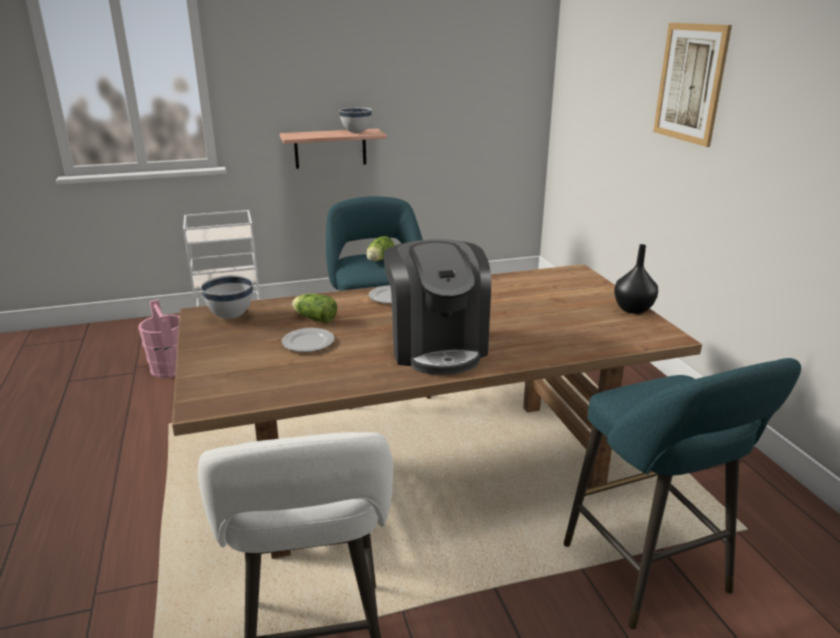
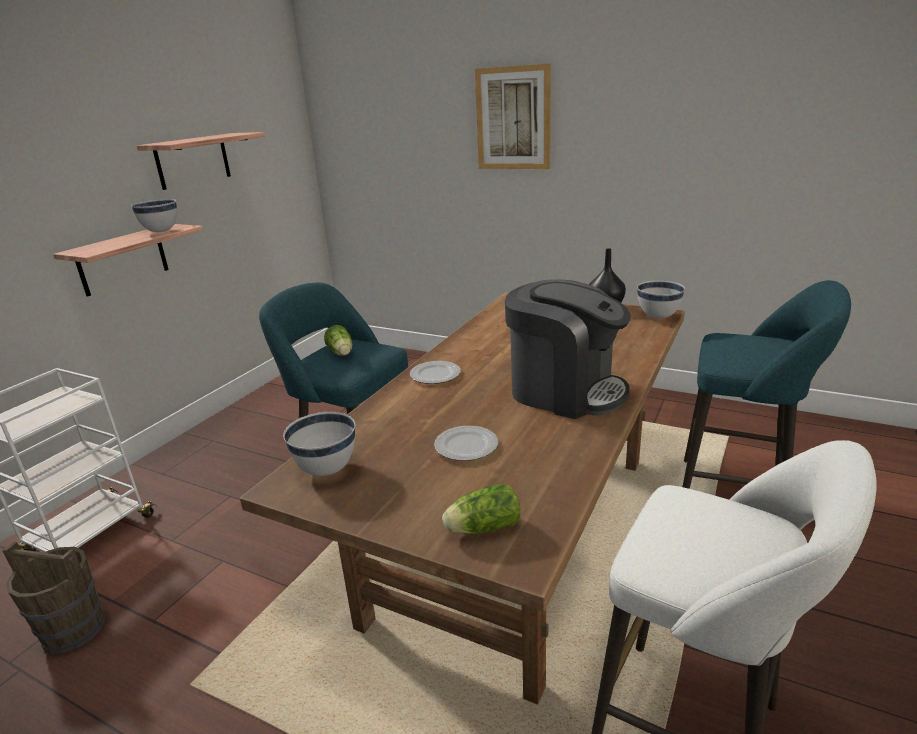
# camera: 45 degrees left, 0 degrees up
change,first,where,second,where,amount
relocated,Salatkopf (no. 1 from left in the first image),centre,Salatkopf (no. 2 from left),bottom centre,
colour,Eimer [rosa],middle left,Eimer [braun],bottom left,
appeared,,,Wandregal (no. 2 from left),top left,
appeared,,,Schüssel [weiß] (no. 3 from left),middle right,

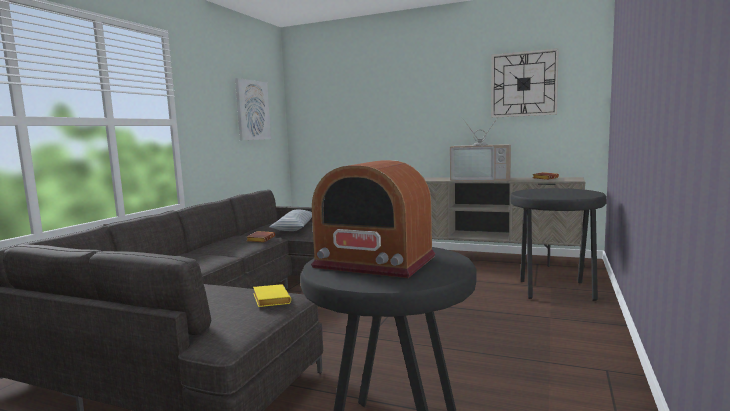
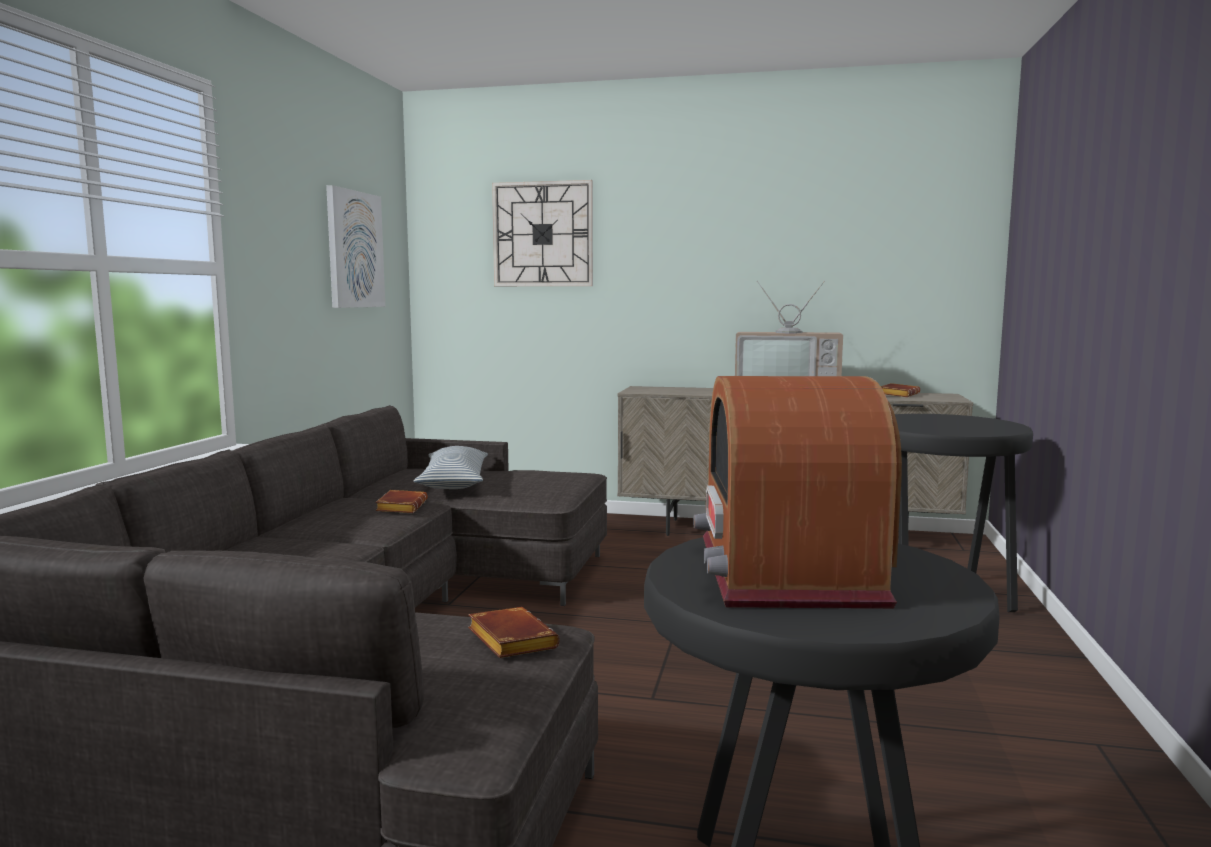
# camera: 10 degrees left, 0 degrees up
change,first,where,second,where,amount
relocated,Wanduhr,top right,,top centre,
spun,Radio,centre,,centre,75 degrees clockwise
colour,Buch [gelb],bottom centre,Buch [braun] (no. 2 from left),bottom centre,

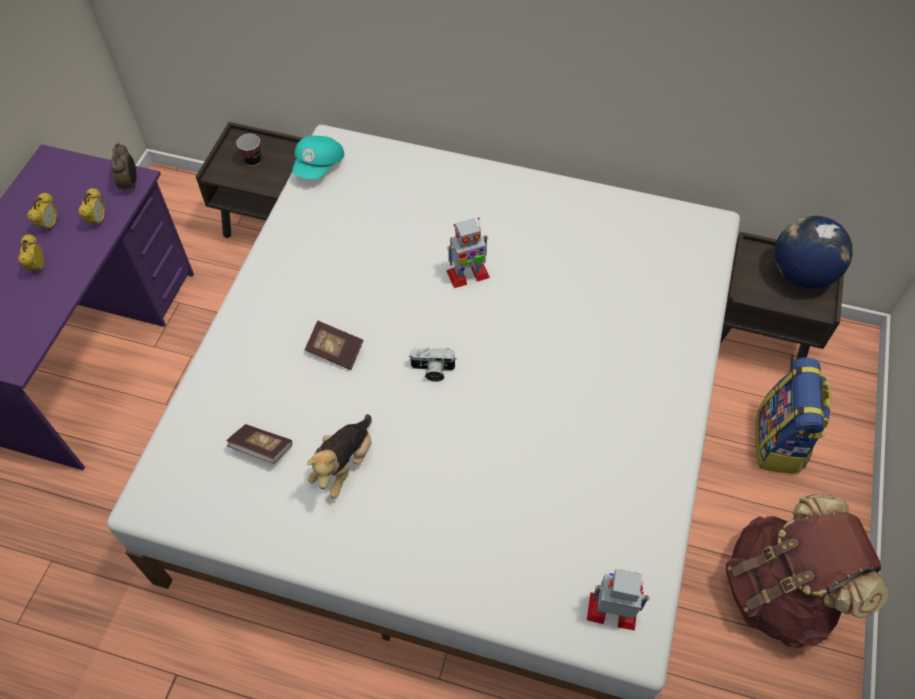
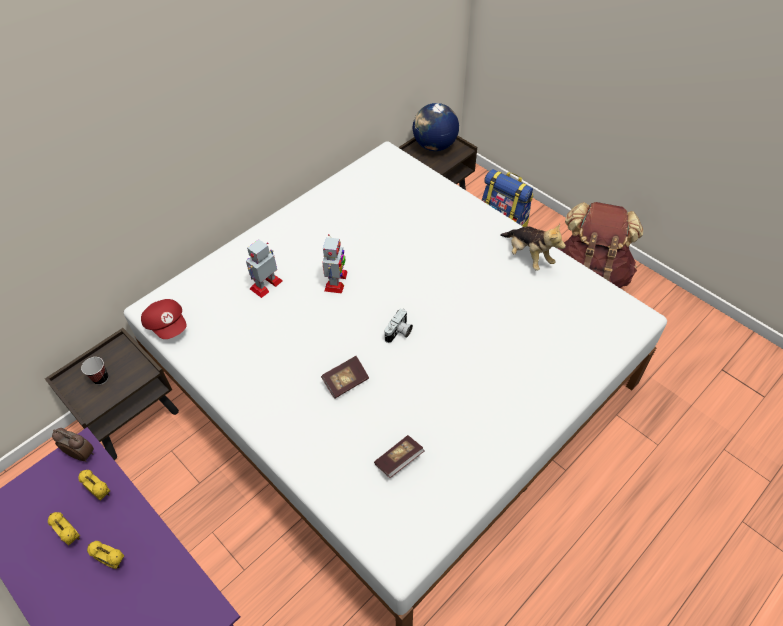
# camera: 60 degrees left, 5 degrees down
change,first,where,second,where,amount
colour,Kappe [türkis],top centre,Kappe [rot],middle left,
relocated,Plüschtier,centre,,middle right,
relocated,Spielzeugroboter (no. 2 from left in the first image),bottom right,Spielzeugroboter (no. 1 from left),centre,

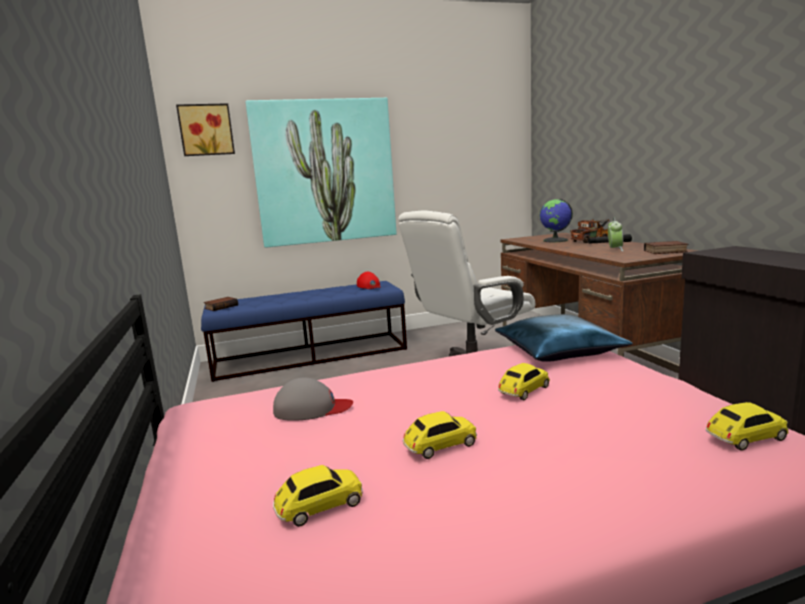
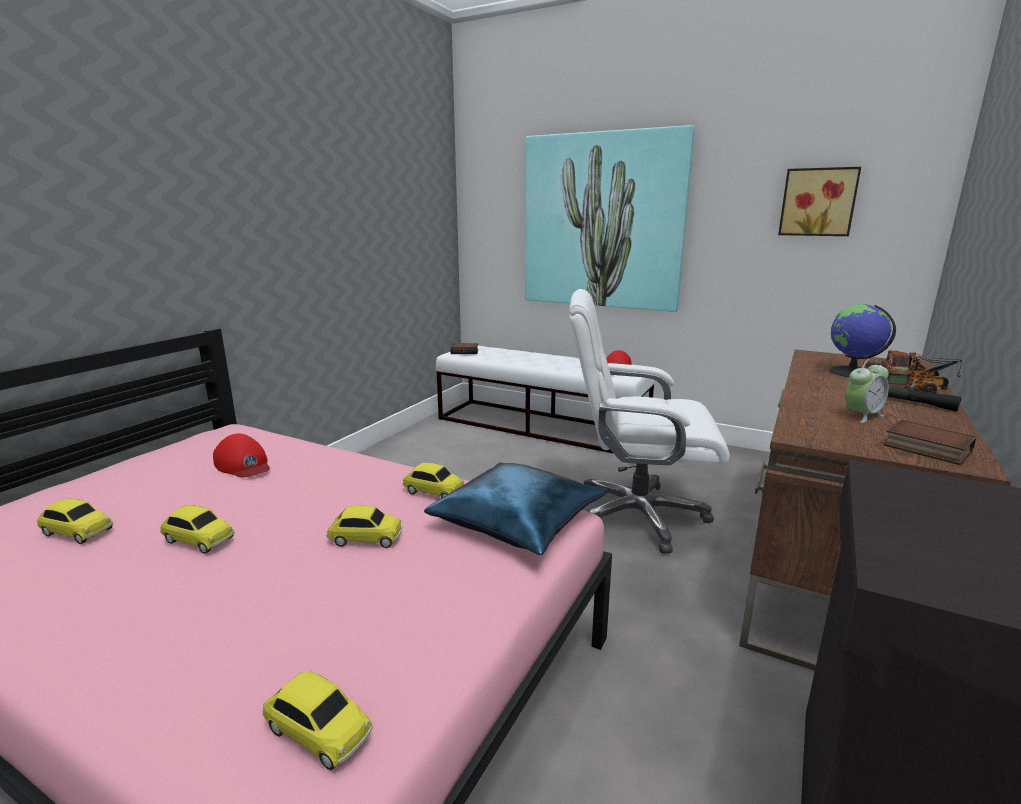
# camera: 45 degrees right, 5 degrees up
change,first,where,second,where,amount
relocated,Bild (no. 1 from left in the first image),top left,Bild (no. 2 from left),top right,
colour,Bank [blau],centre,Bank [weiß],centre,
colour,Kappe [grau],centre,Kappe [rot] (no. 1 from left),middle left,
appeared,,,Spielzeugauto (no. 5 from left),centre,

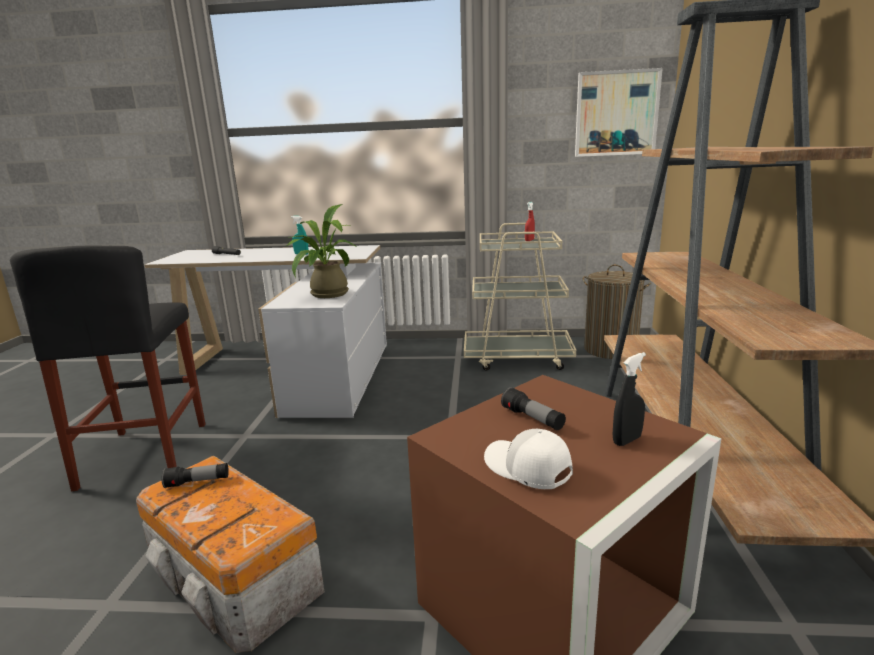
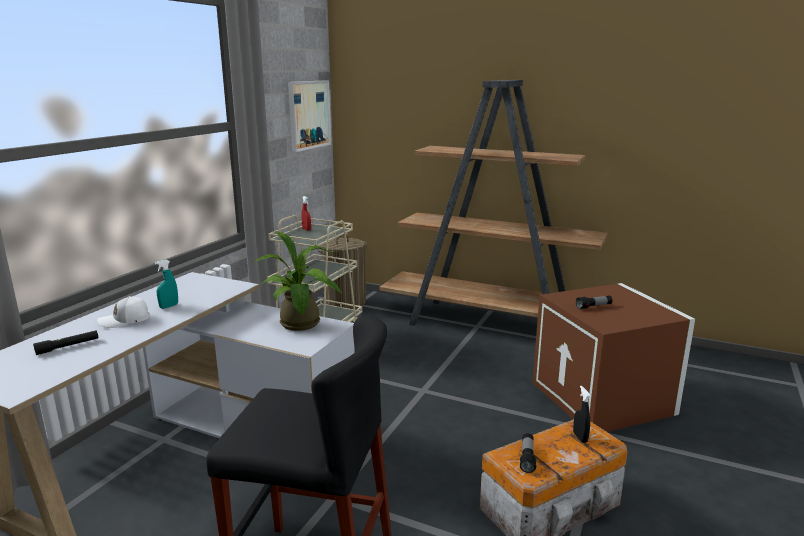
# camera: 70 degrees left, 0 degrees up
change,first,where,second,where,amount
relocated,Sprühflasche [schwarz],middle right,,bottom right,
relocated,Kappe [weiß],bottom centre,,middle left,

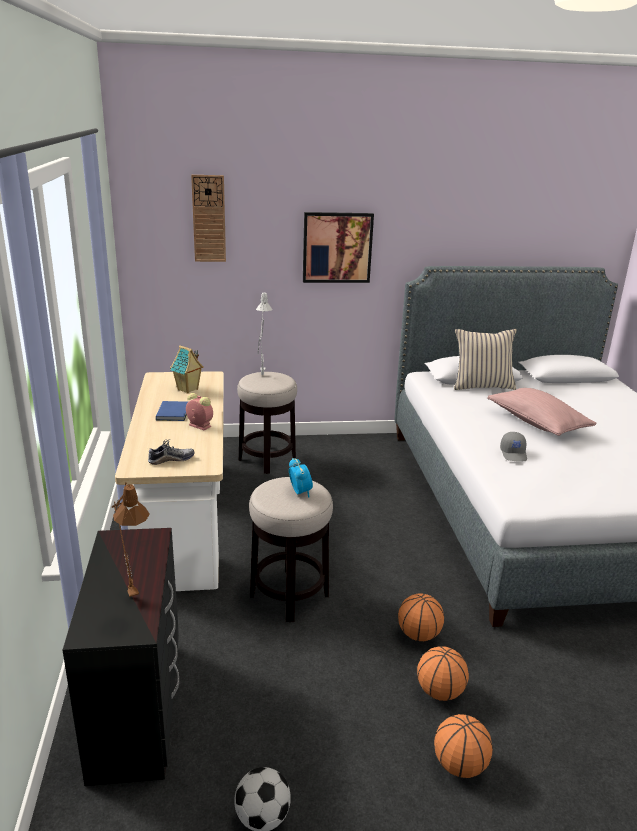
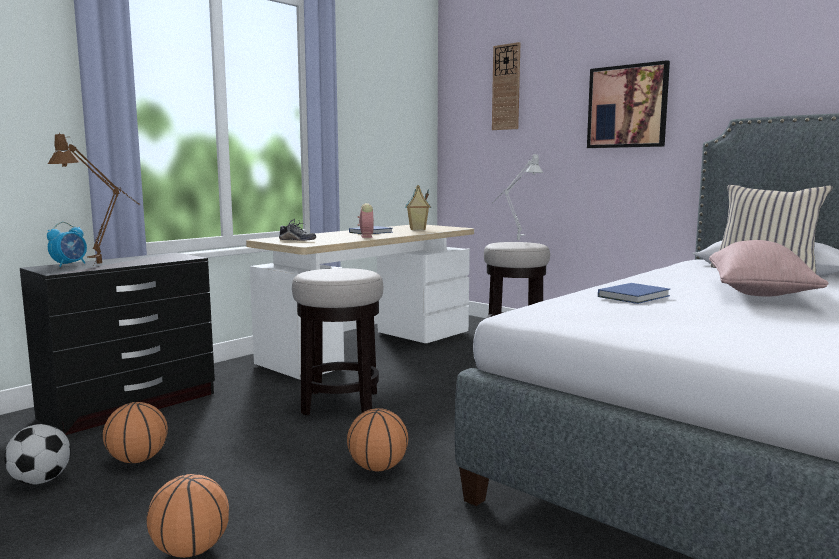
# camera: 50 degrees right, 15 degrees down
change,first,where,second,where,amount
exchanged,Kappe [grau],middle right,Buch [blau] (no. 2 from left),middle right,
relocated,Wecker (no. 2 from left in the first image),centre,Wecker (no. 1 from left),middle left,
relocated,Basketball (no. 2 from left in the first image),bottom right,Basketball (no. 1 from left),bottom left,

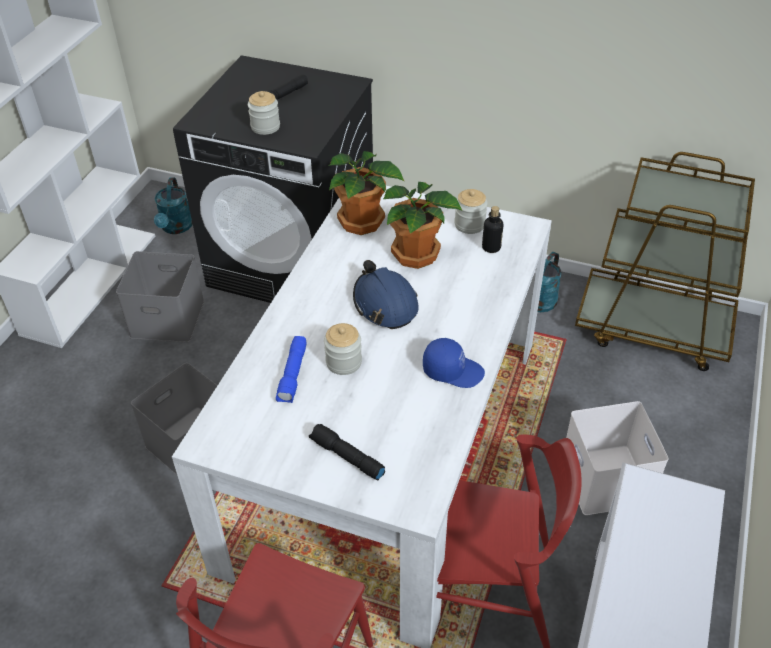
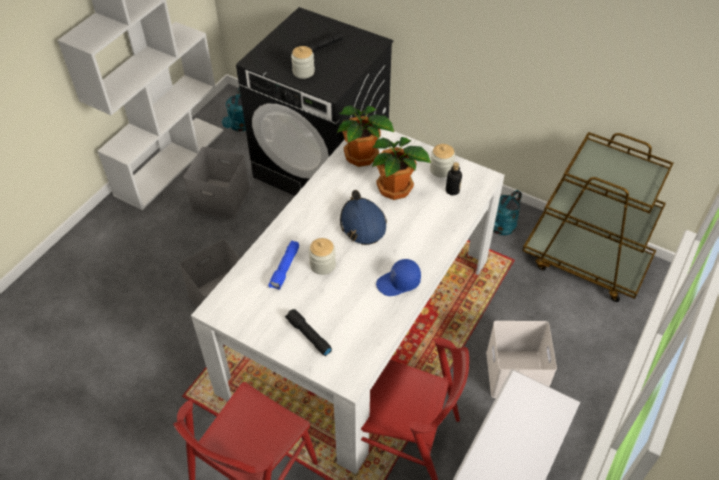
# camera: 10 degrees right, 5 degrees up
change,first,where,second,where,amount
spun,Kappe [blau],centre,,centre,135 degrees clockwise

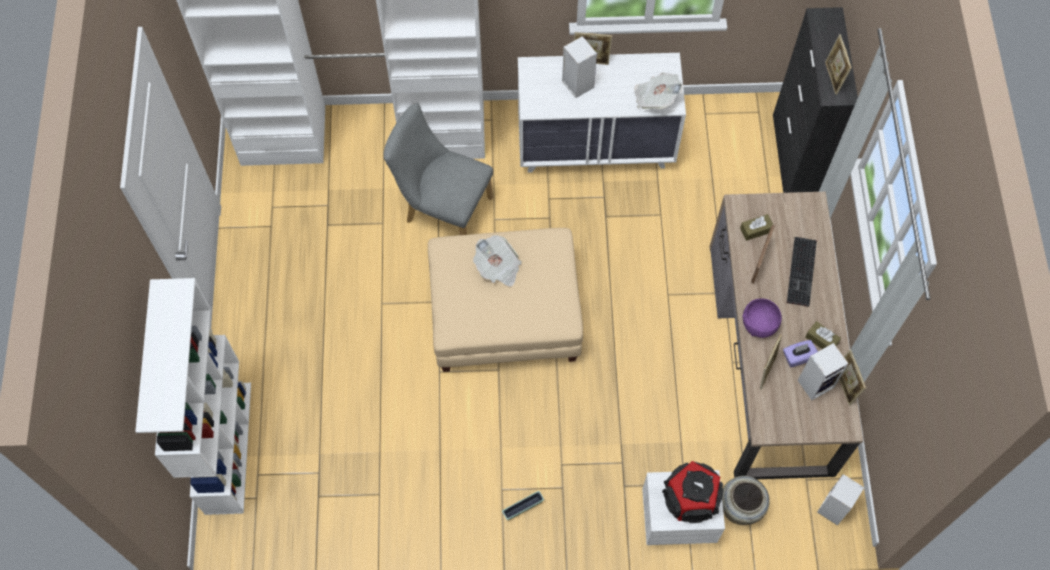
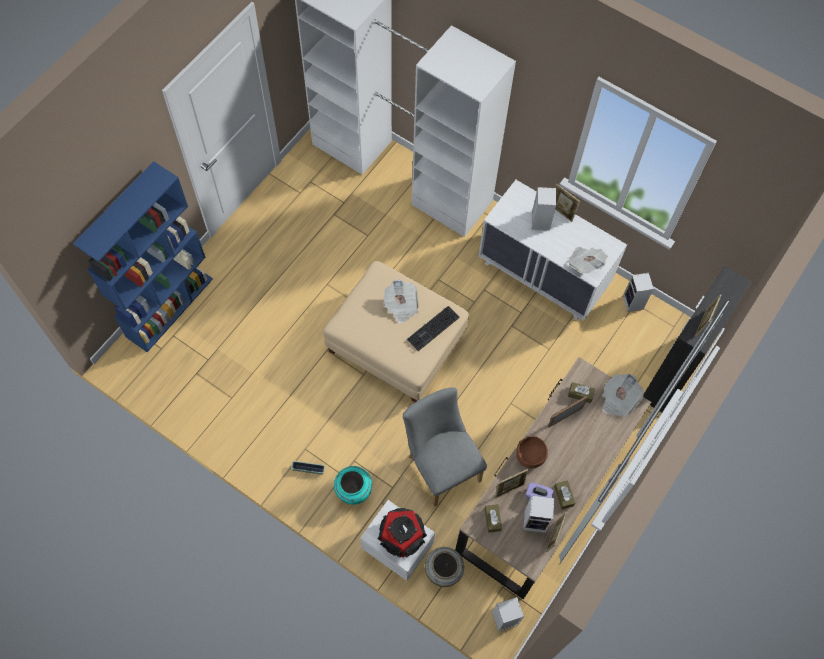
# camera: 35 degrees right, 0 degrees up
change,first,where,second,where,amount
relocated,Stuhl [grau],top centre,,bottom centre,
relocated,Tastatur,middle right,,centre,
colour,Bücherregal [weiß],bottom left,Bücherregal [blau],middle left,
colour,Schüssel [lila],middle right,Schüssel [braun],bottom centre,
appeared,,,Lautsprecher (no. 5 from left),middle right,
appeared,,,Zeitung (no. 3 from left),middle right,
appeared,,,Vase [türkis],bottom centre,
appeared,,,Taschentuchbox [braun] (no. 1 from left),bottom centre,

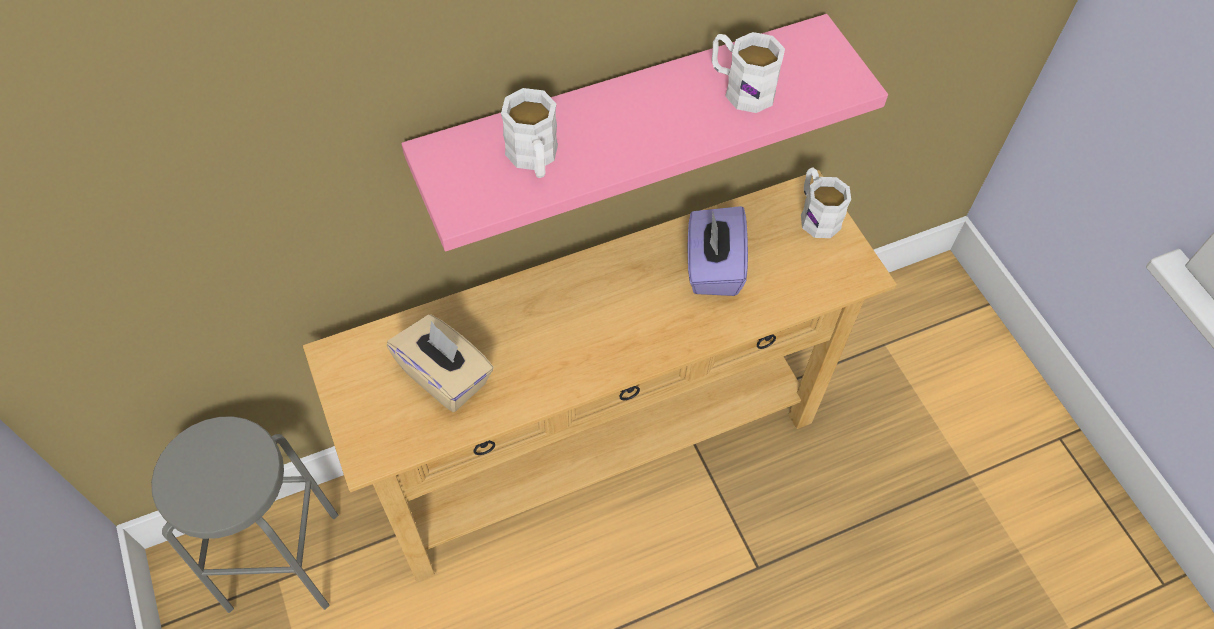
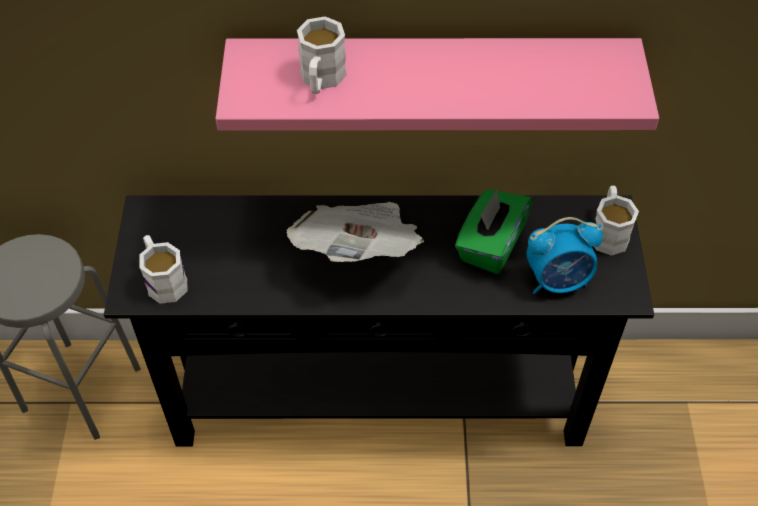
# camera: 25 degrees right, 5 degrees down
change,first,where,second,where,amount
relocated,Henkelbecher [weiß] (no. 2 from left in the first image),top centre,Henkelbecher [weiß] (no. 1 from left),middle left,
colour,Konsolentisch [beige],centre,Konsolentisch [schwarz],centre,
colour,Taschentuchbox [lila],centre,Taschentuchbox [grün],centre,
missing,Taschentuchbox [beige],centre,,,
appeared,,,Zeitung,centre,
appeared,,,Wecker,middle right,

